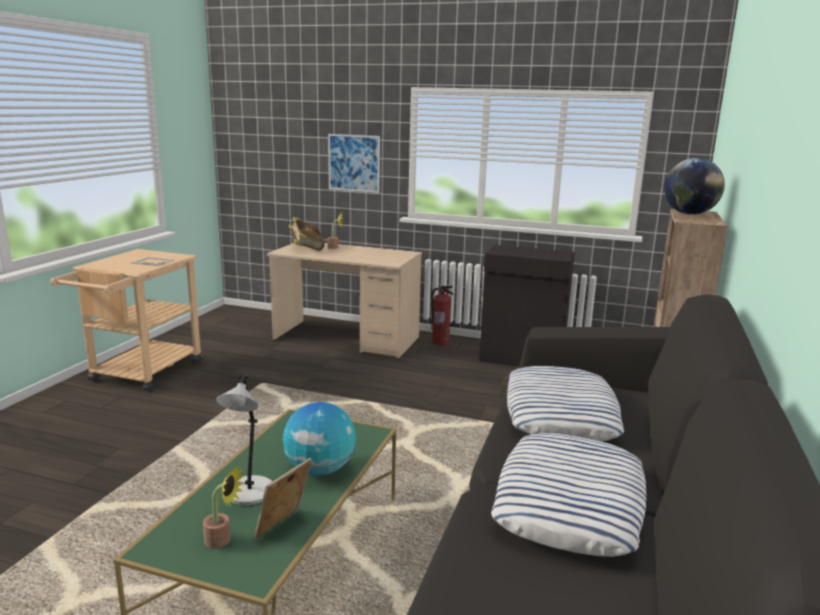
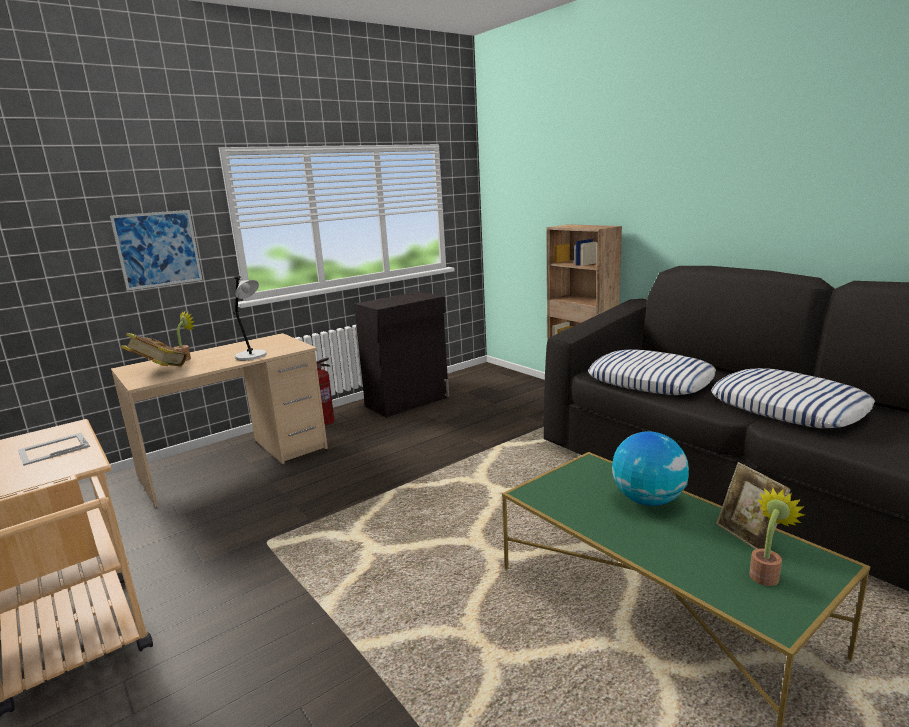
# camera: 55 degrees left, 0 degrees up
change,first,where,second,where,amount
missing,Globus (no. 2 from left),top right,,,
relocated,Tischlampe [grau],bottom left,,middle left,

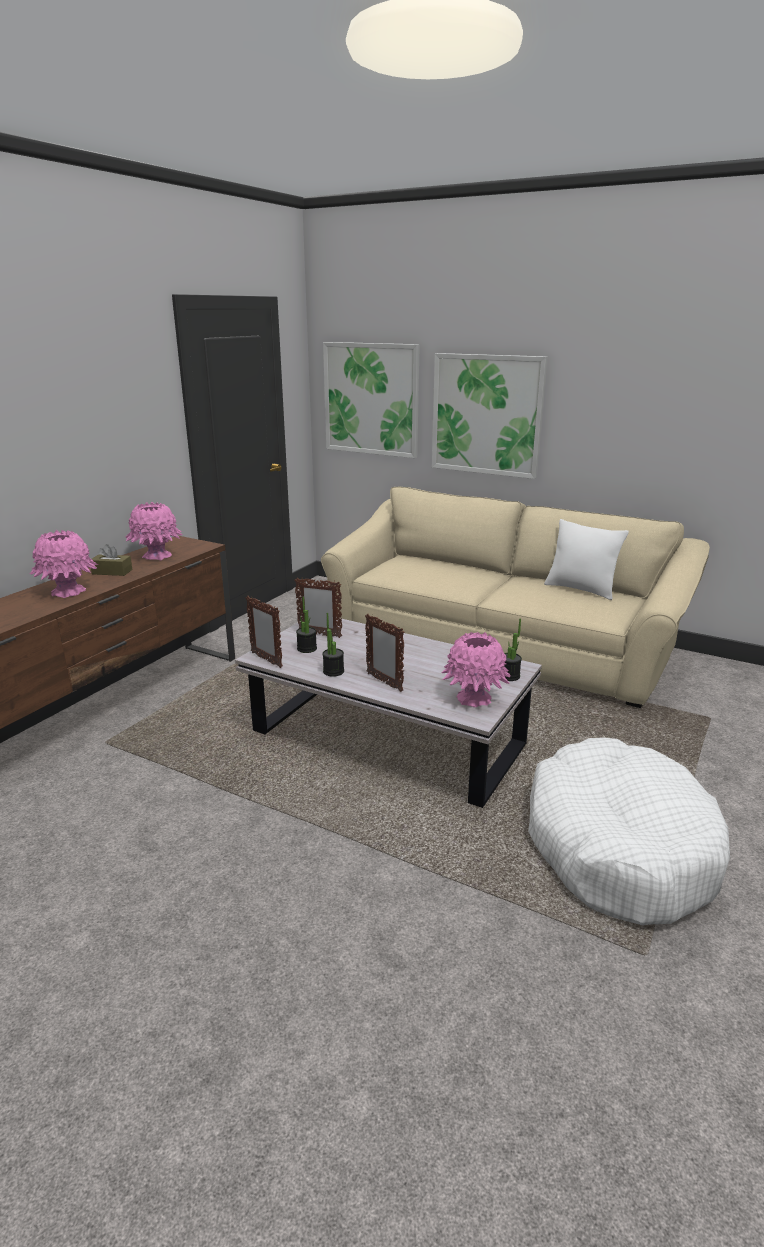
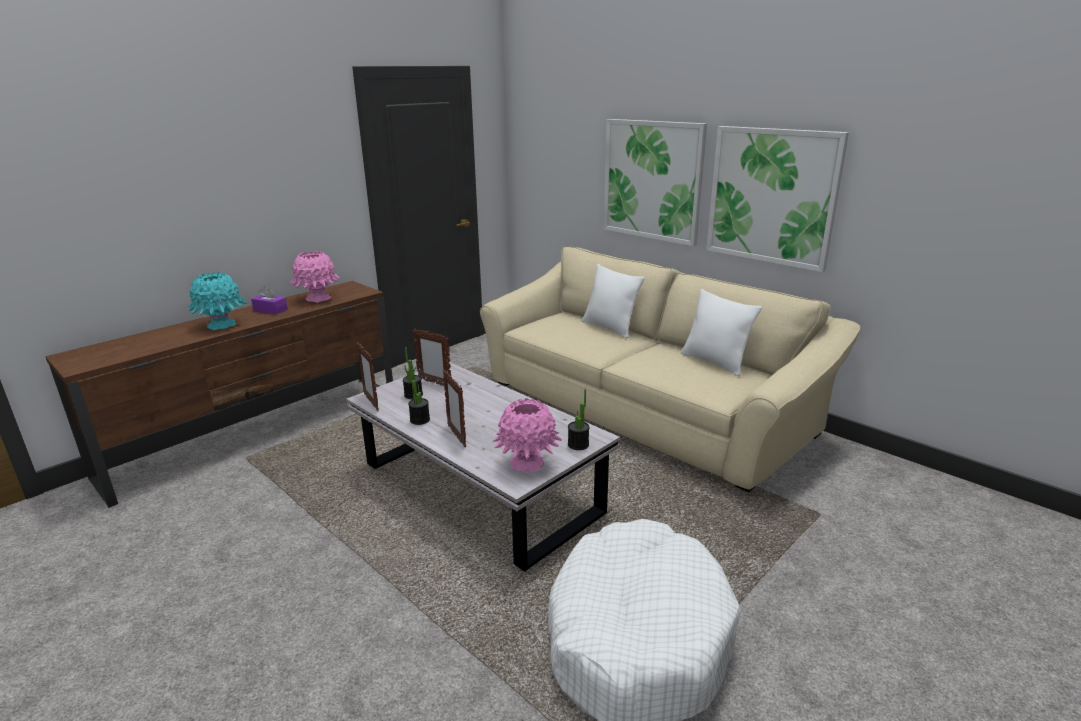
# camera: 15 degrees right, 0 degrees up
change,first,where,second,where,amount
relocated,Bild (no. 1 from left in the first image),top centre,Bild (no. 2 from left),top right,
colour,Vase [rosa] (no. 1 from left),middle left,Vase [türkis],middle left,
colour,Taschentuchbox [braun],middle left,Taschentuchbox [lila],middle left,
appeared,,,Kissen [weiß] (no. 1 from left),centre,

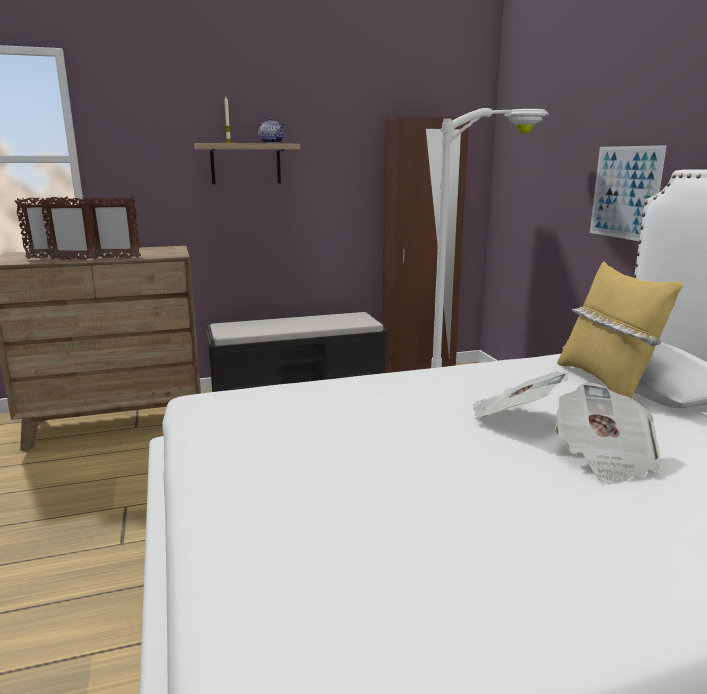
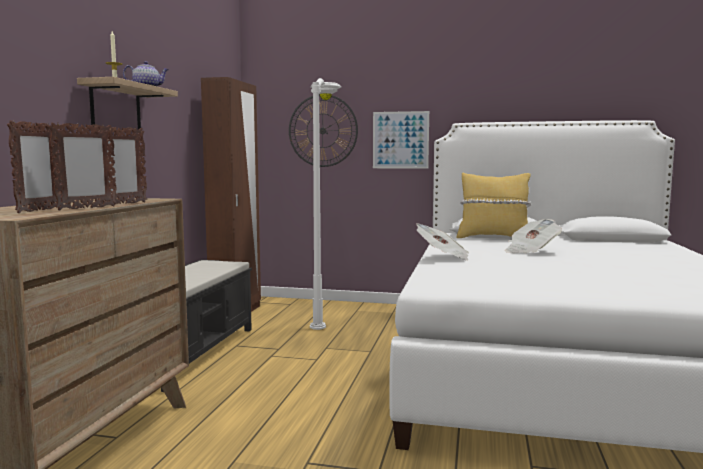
# camera: 60 degrees left, 10 degrees down
change,first,where,second,where,amount
relocated,Zeitung (no. 2 from left in the first image),middle right,Zeitung (no. 1 from left),centre,
appeared,,,Wanduhr,top centre,

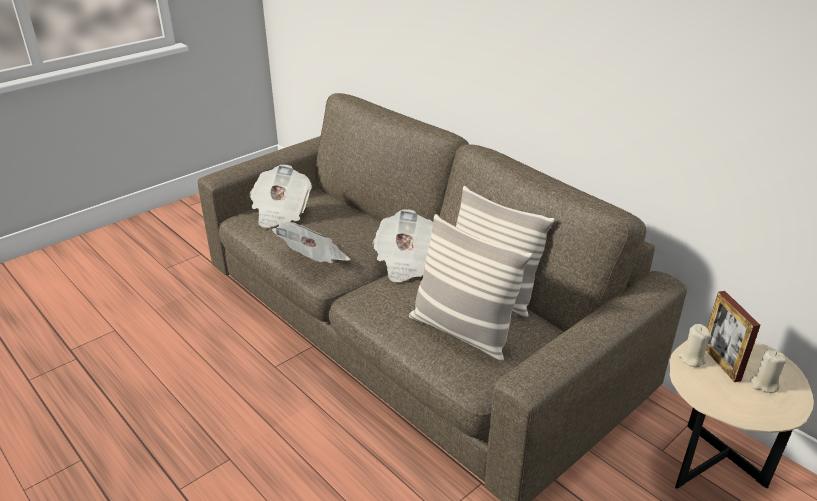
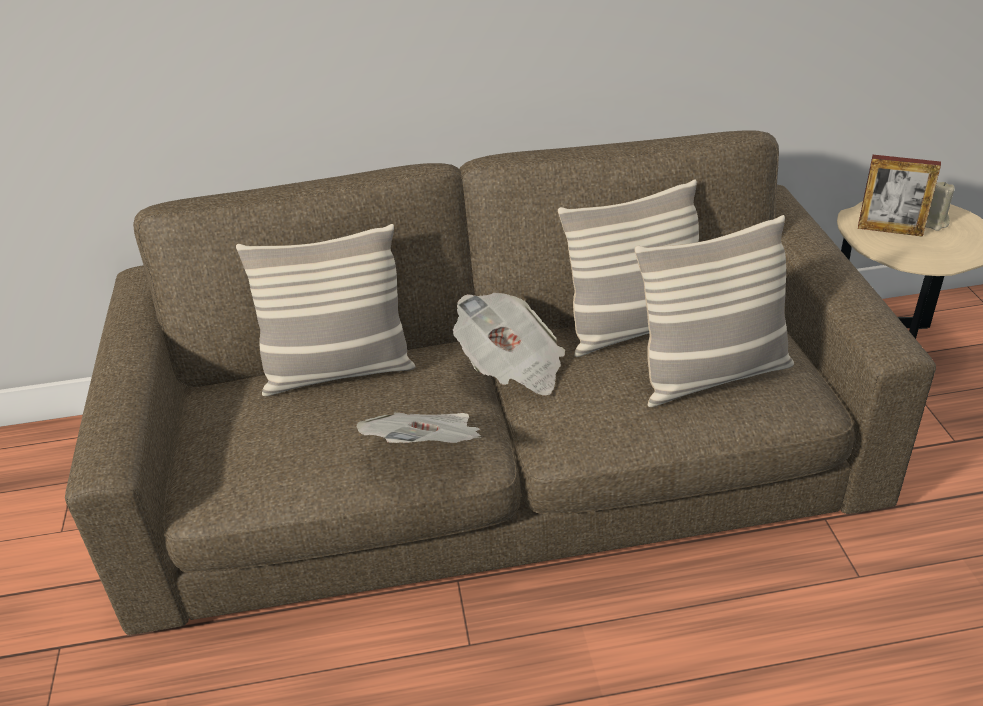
# camera: 55 degrees left, 5 degrees up
change,first,where,second,where,amount
missing,Zeitung (no. 1 from left),centre,,,
missing,Kerze [beige] (no. 1 from left),bottom right,,,
appeared,,,Kissen (no. 1 from left),middle left,

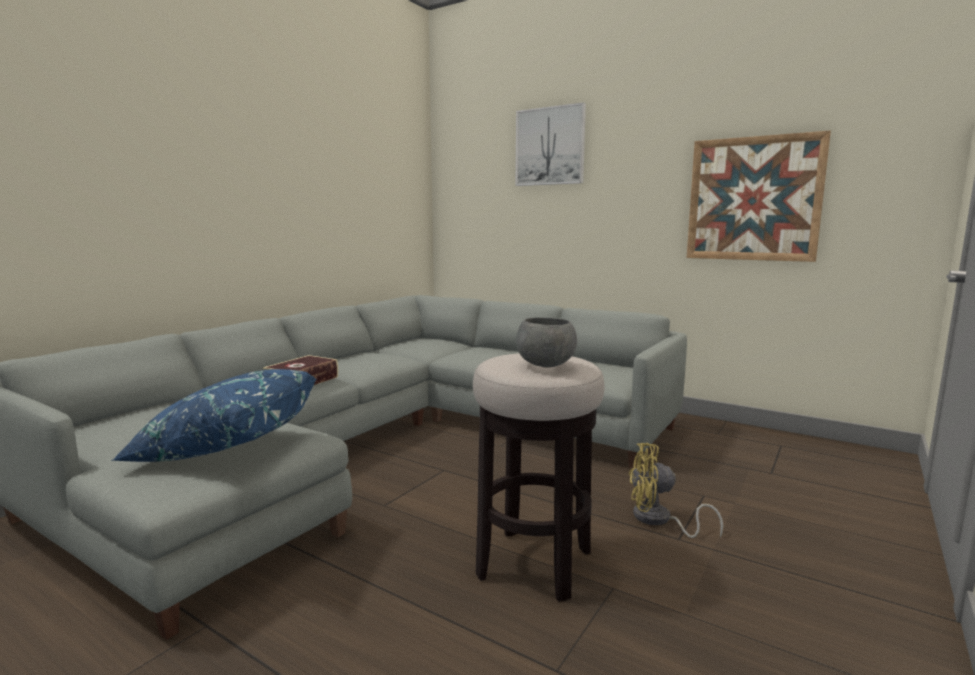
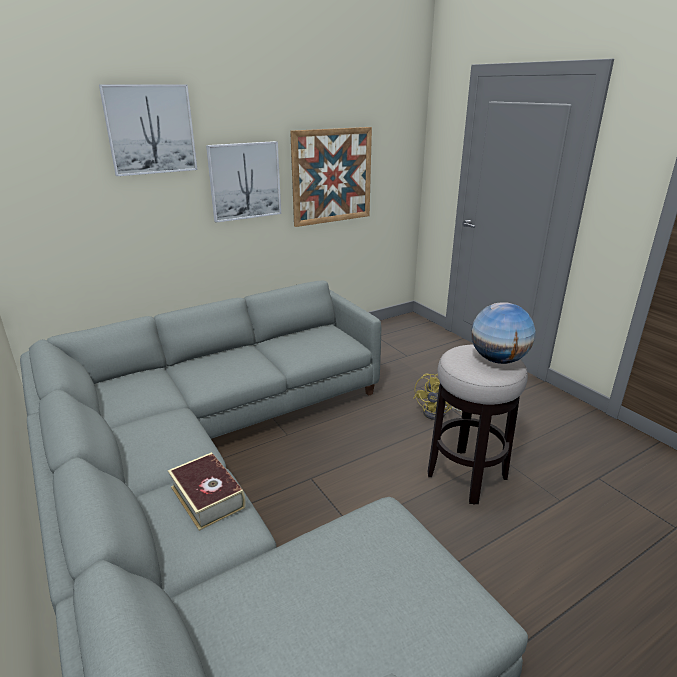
# camera: 65 degrees left, 15 degrees up
change,first,where,second,where,amount
exchanged,Schüssel [grau],centre,Globus,middle right,
missing,Kissen [blau],middle left,,,
appeared,,,Bild (no. 2 from left),top centre,

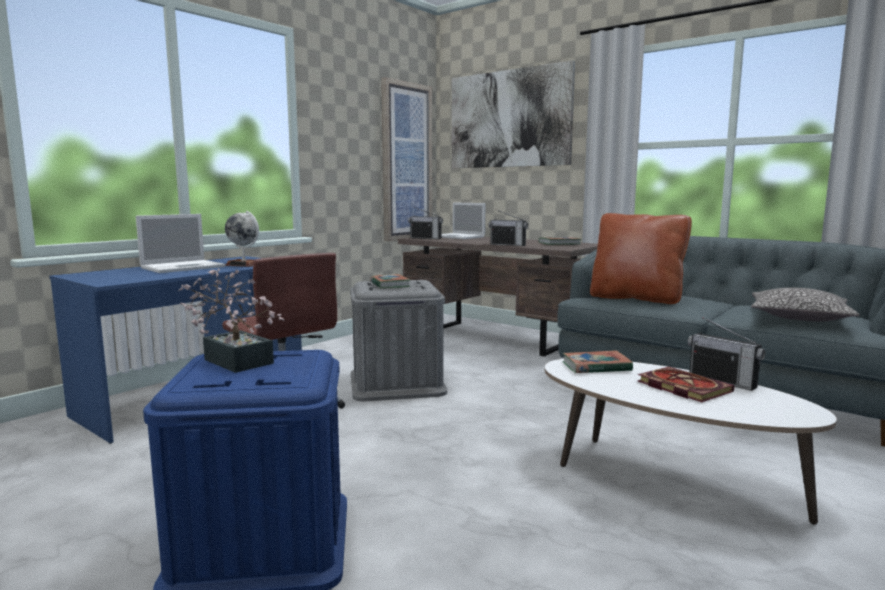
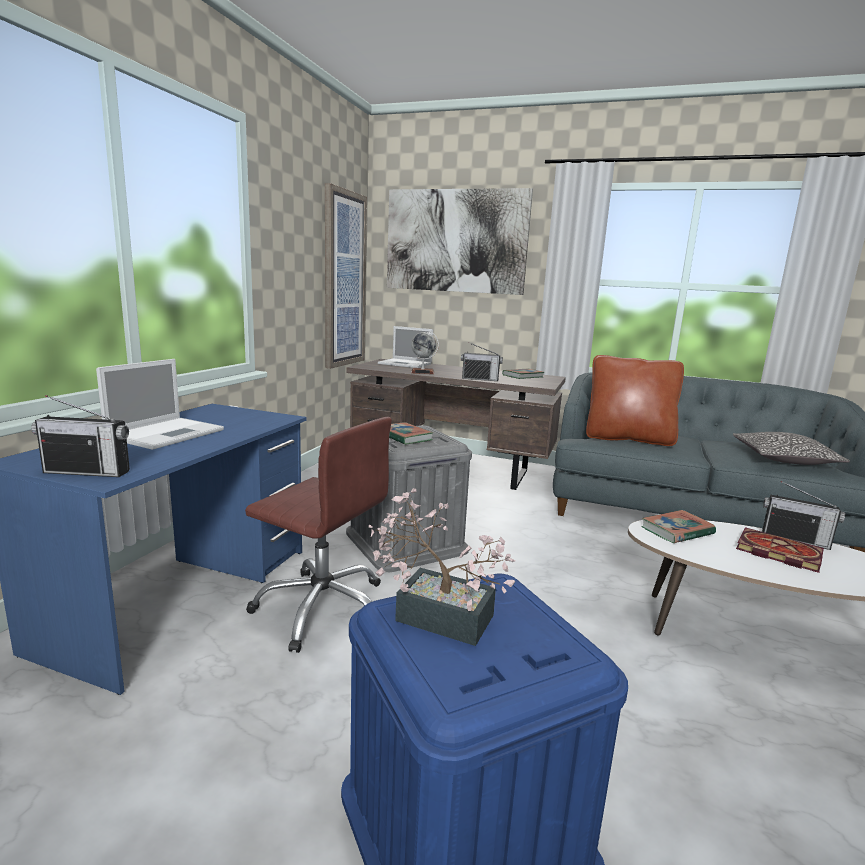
# camera: 20 degrees left, 5 degrees up
change,first,where,second,where,amount
relocated,Radio (no. 1 from left),centre,,middle left,
relocated,Globus,middle left,,centre,

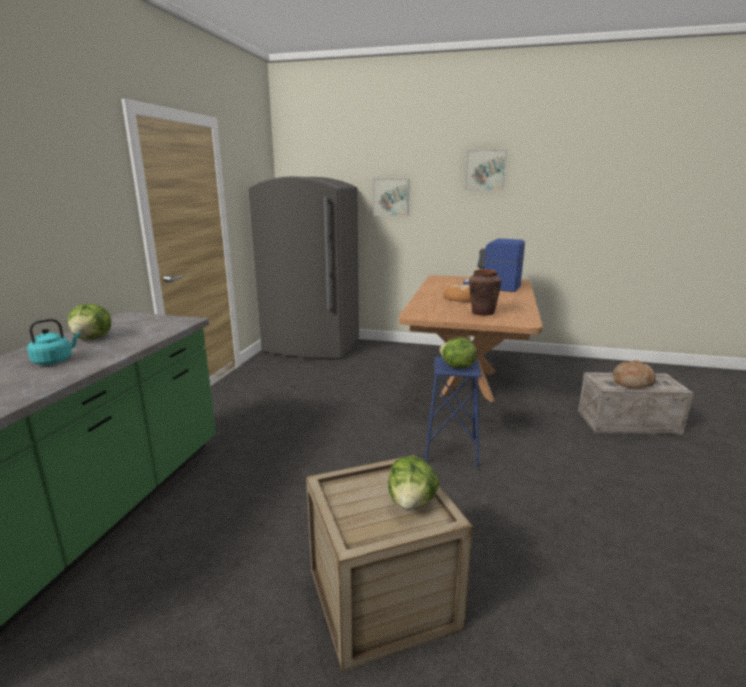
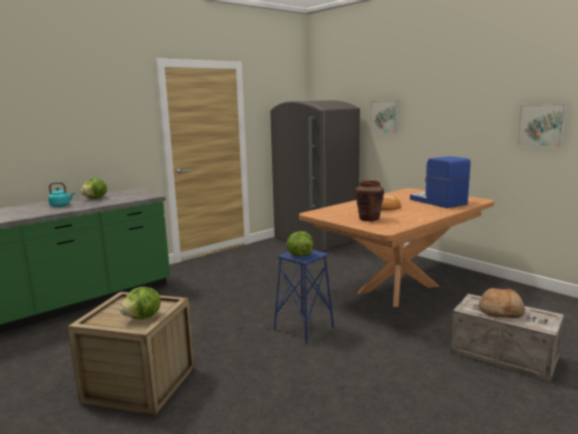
# camera: 35 degrees right, 5 degrees down
change,first,where,second,where,amount
relocated,Bild (no. 2 from left),top centre,,top right,

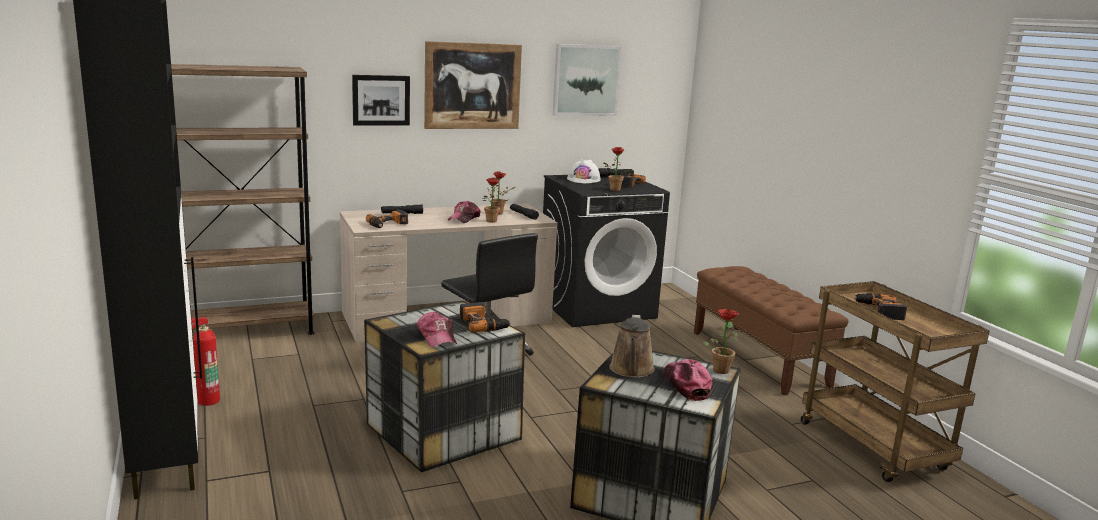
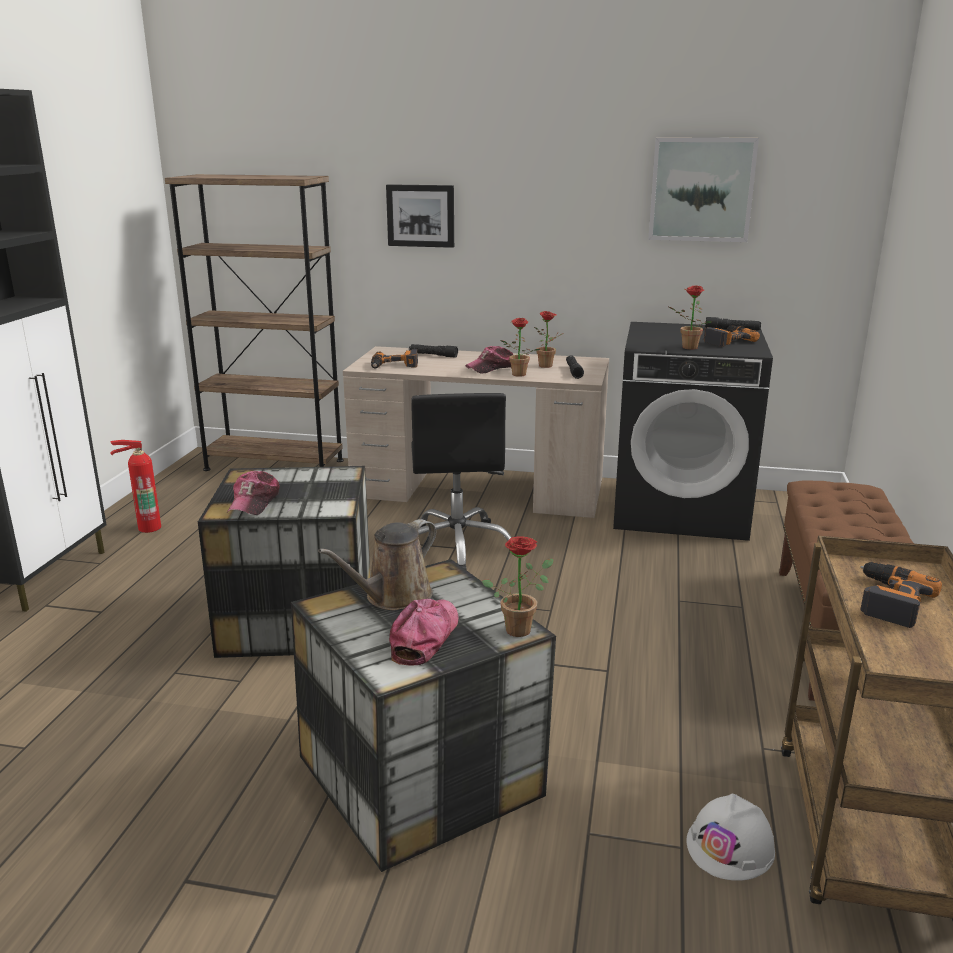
# camera: 35 degrees right, 5 degrees up
change,first,where,second,where,amount
missing,Bild (no. 2 from left),top centre,,,
relocated,Schutzhelm [weiß],top centre,,bottom right,
missing,Bohrmaschine (no. 2 from left),centre,,,

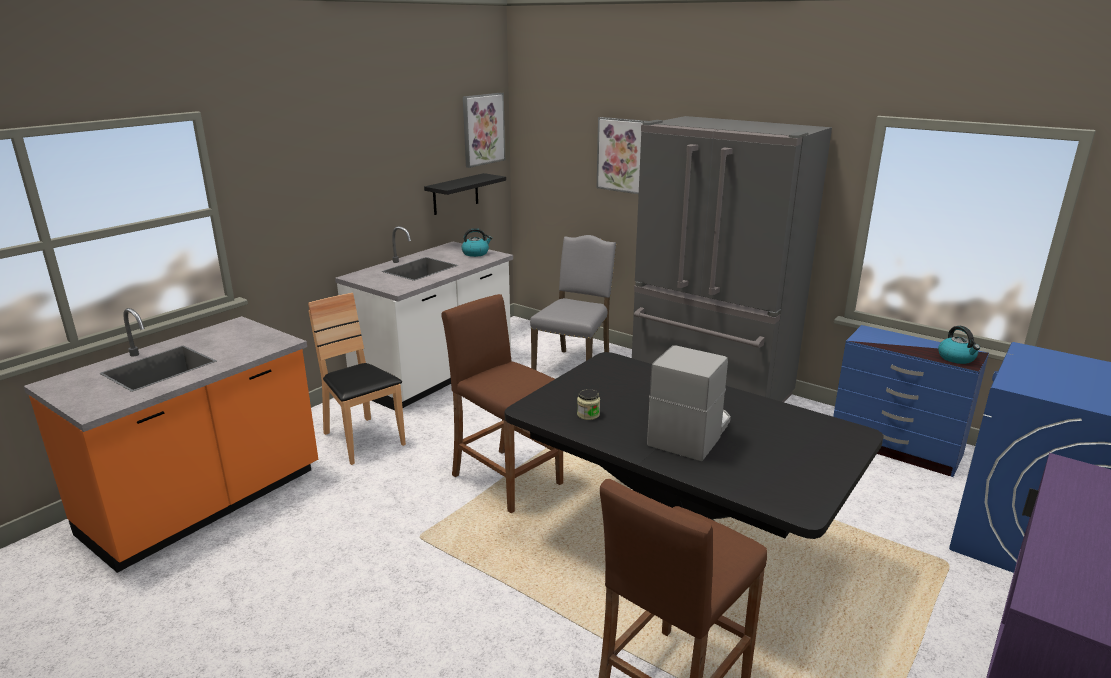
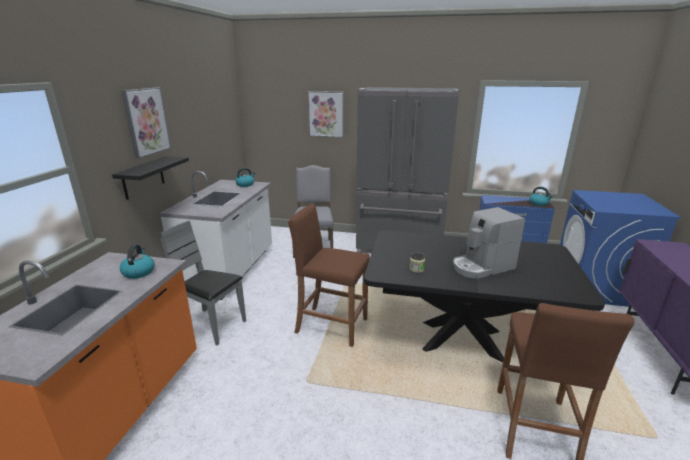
# camera: 25 degrees left, 0 degrees up
change,first,where,second,where,amount
relocated,Bild (no. 1 from left),top centre,,top left,
relocated,Wandregal [schwarz],top centre,,middle left,
colour,Stuhl [braun],middle left,Stuhl [grau] (no. 1 from left),middle left,
spun,Kaffeemaschine,centre,,middle right,120 degrees counterclockwise
appeared,,,Wasserkessel (no. 1 from left),middle left,

